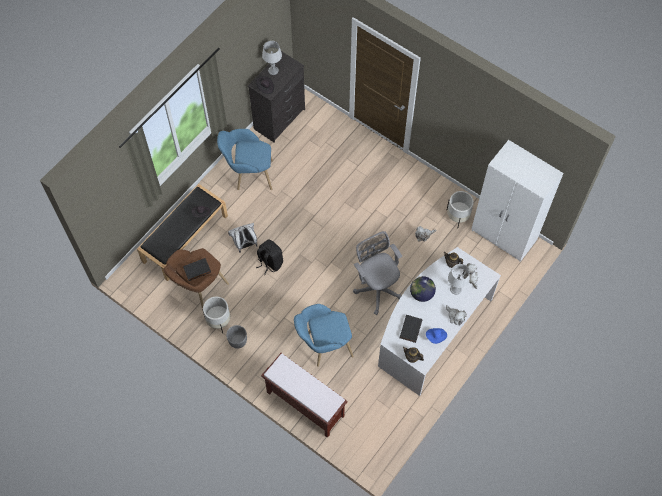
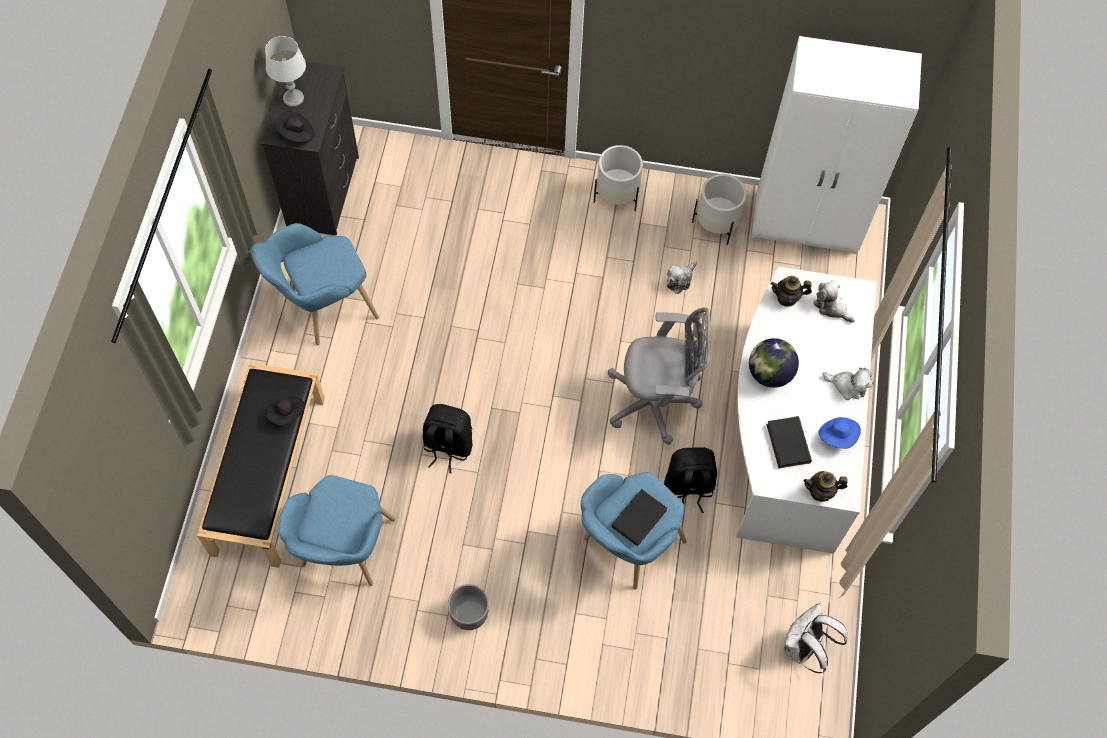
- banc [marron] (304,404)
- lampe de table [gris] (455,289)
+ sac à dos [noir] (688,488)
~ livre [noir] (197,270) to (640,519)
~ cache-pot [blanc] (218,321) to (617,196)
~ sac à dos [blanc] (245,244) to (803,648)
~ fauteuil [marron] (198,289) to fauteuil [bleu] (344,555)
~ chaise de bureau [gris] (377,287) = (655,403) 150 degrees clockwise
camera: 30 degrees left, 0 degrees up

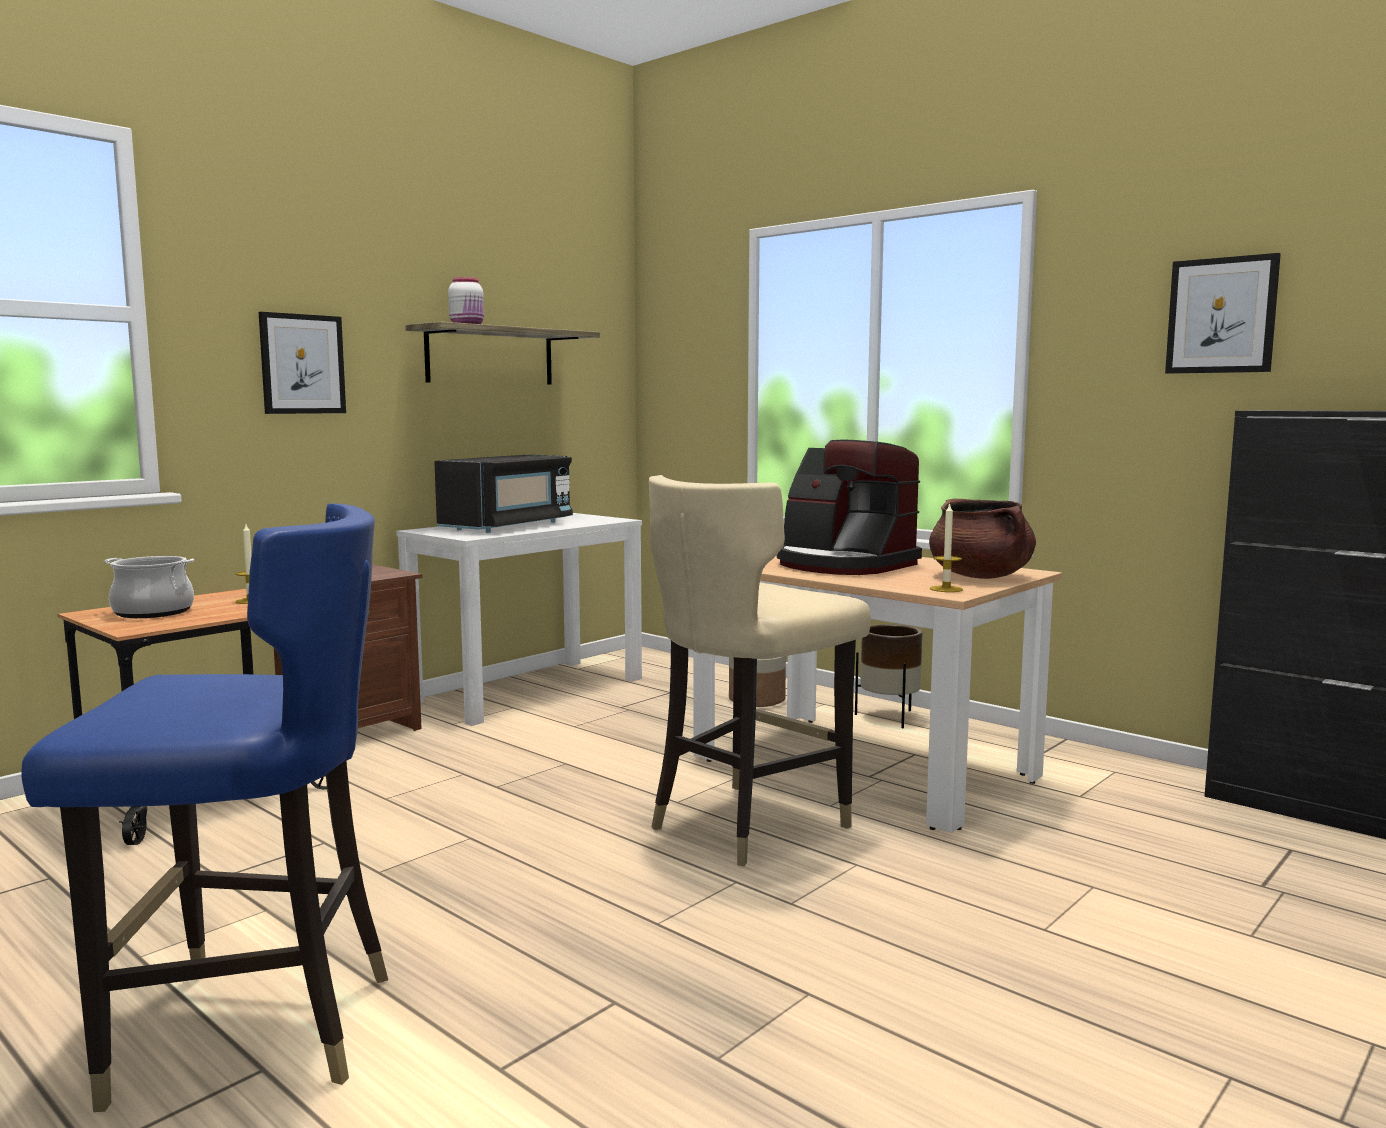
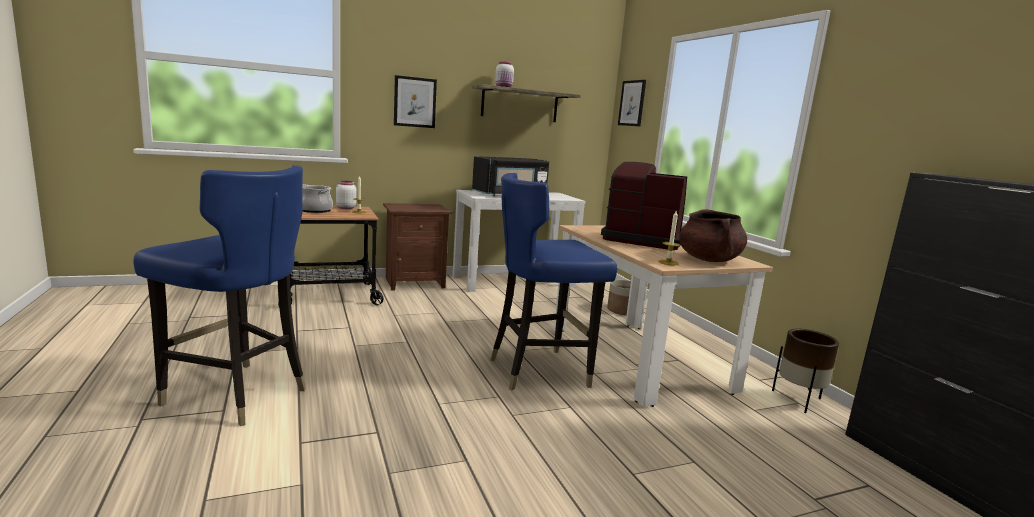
+ bocal [blanc] (345,208)
~ cache-pot [marron] (890,717) to (799,400)
~ tableau (1221,315) to (632,103)
~ chaise [beige] (748,823) to chaise [bleu] (539,370)
~ machine à café (843,564) = (642,240) 135 degrees clockwise
camera: 25 degrees right, 5 degrees up

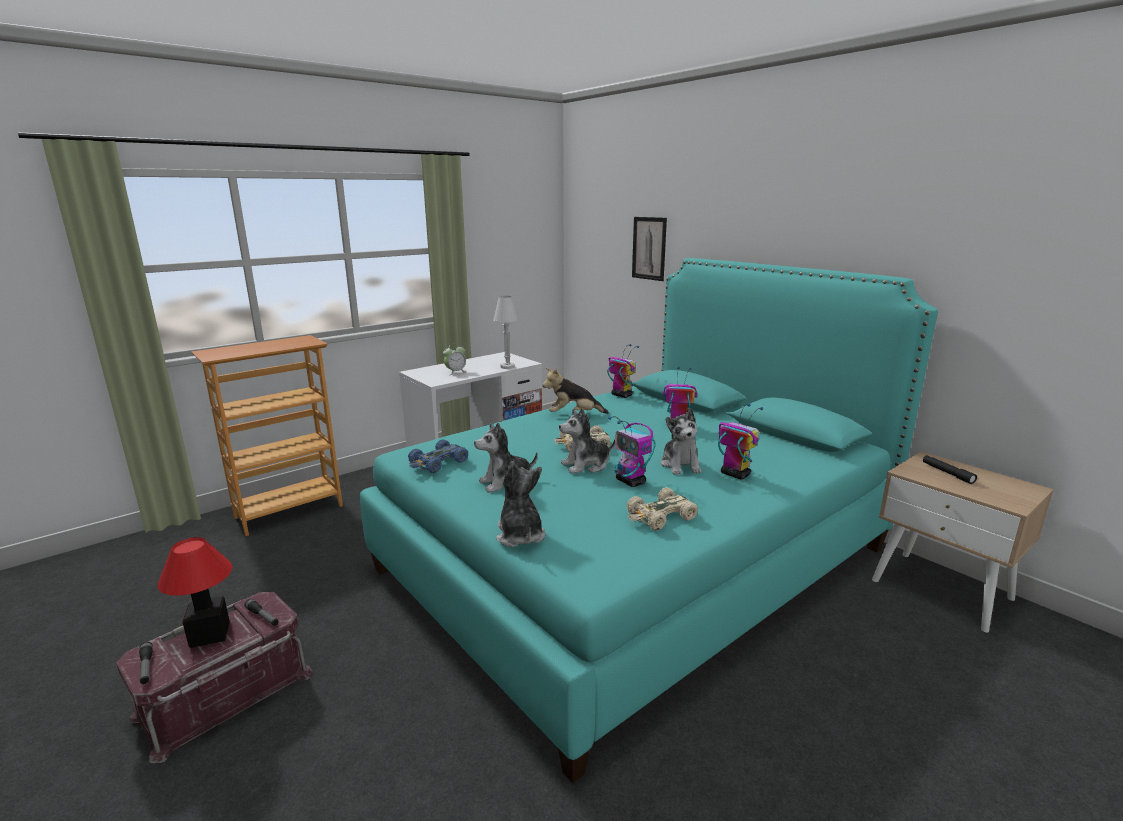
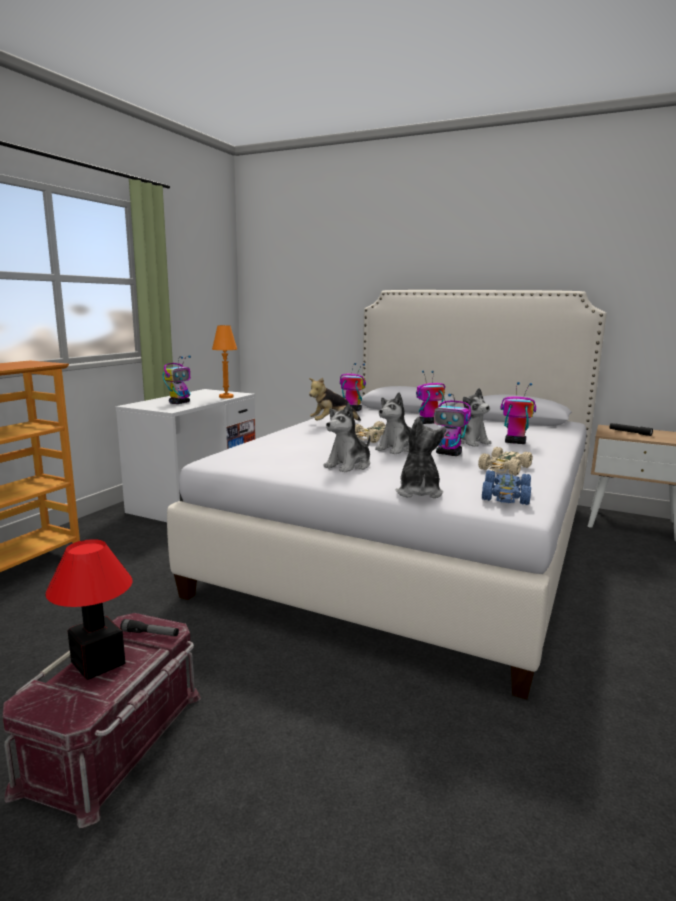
- lampe de poche (146,667)
- tableau (649,248)
~ petite voiture [bleu] (438,463) to (506,496)
~ réveil (455,372) to robot jouet (179,403)
~ lit [turquoise] (636,558) to lit [blanc] (414,543)
~ lampe de table [blanc] (507,367) to lampe de table [orange] (226,397)
~ peluche (520,535) = (418,492) 45 degrees clockwise
camera: 25 degrees left, 5 degrees down

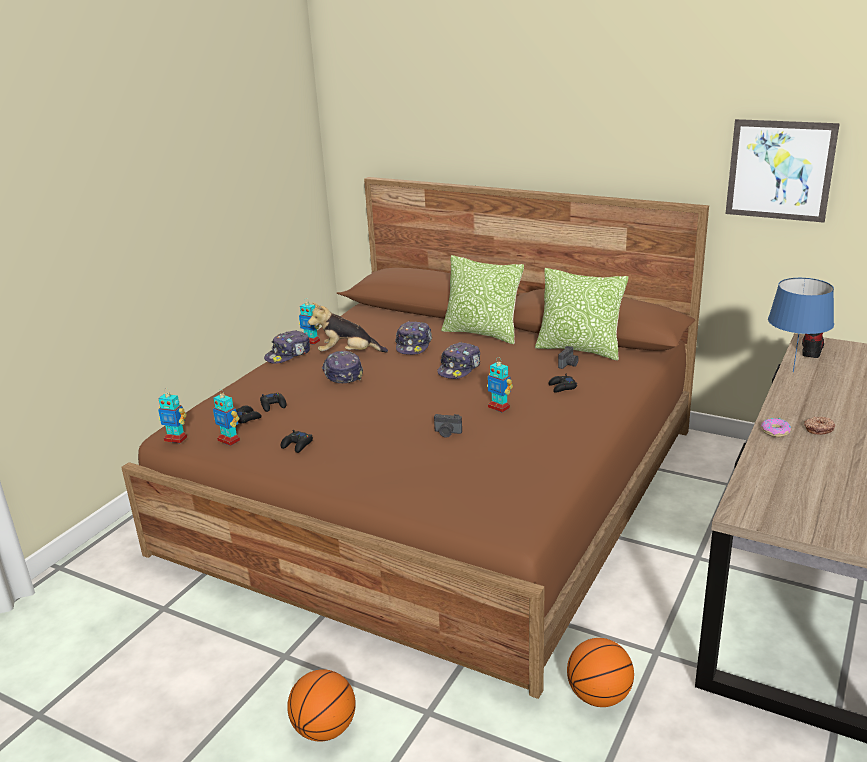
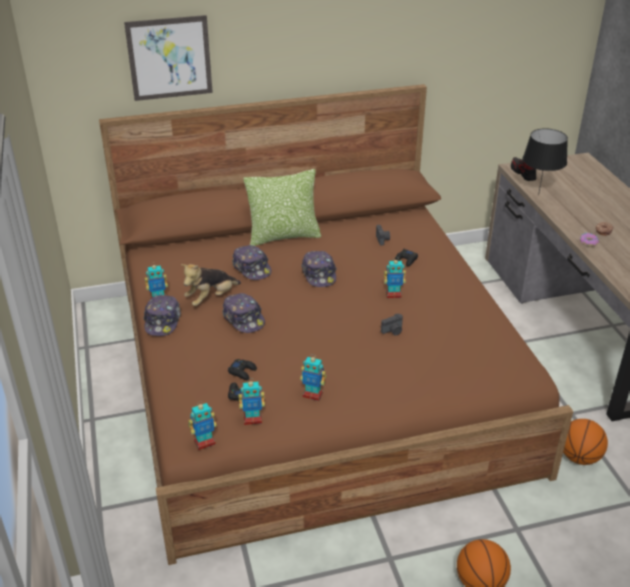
- coussin (579,349)
~ tableau (780,170) to (169,58)
~ manette [noir] (297,445) to robot jouet (312,395)
~ lampe de table [bleu] (792,372) to lampe de table [noir] (538,195)
~ casquette (342,374) = (244,319) 150 degrees counterclockwise
camera: 45 degrees left, 10 degrees up

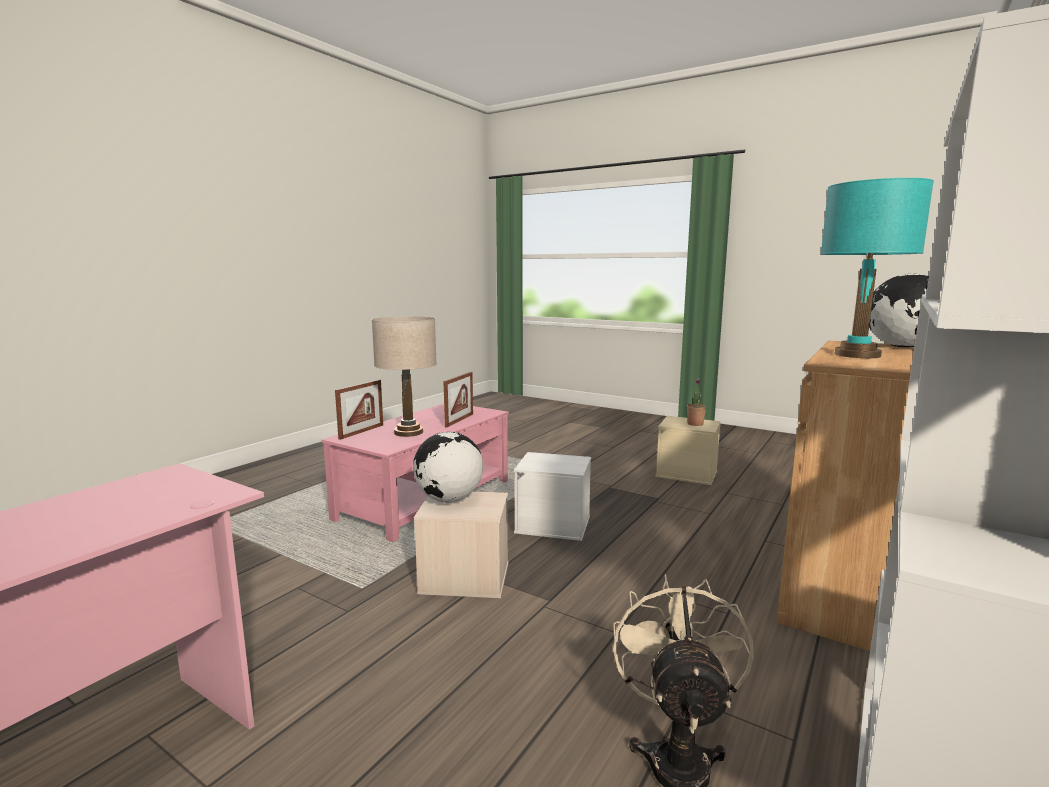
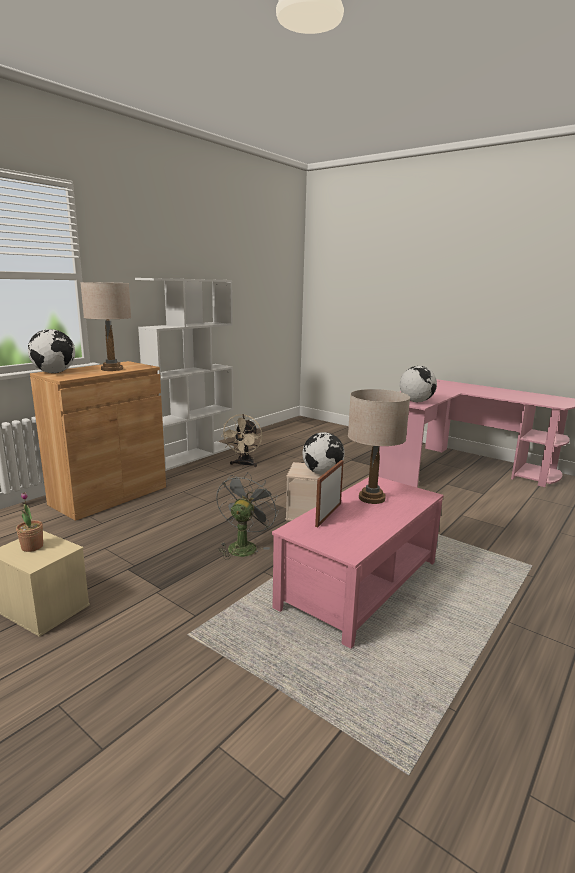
- cadre photo (361,432)
+ globe (416,401)
~ boîte de rangement [blanc] (554,524) to ventilateur [gris] (243,546)
~ lampe de table [turquoise] (857,355) to lampe de table [beige] (112,369)
camera: 175 degrees left, 5 degrees up

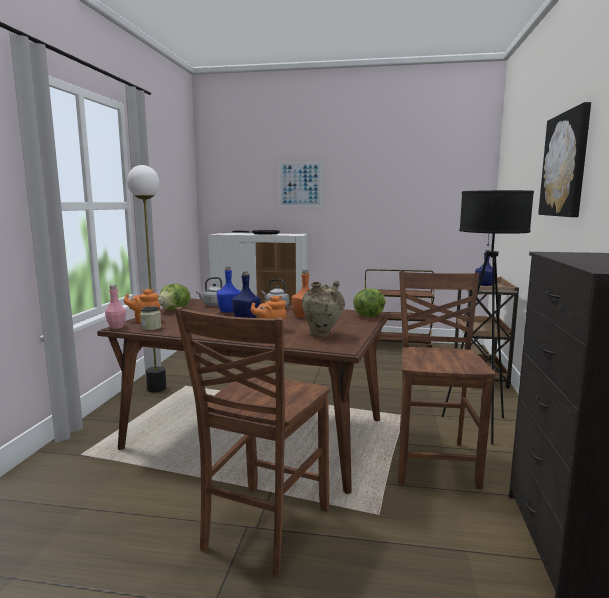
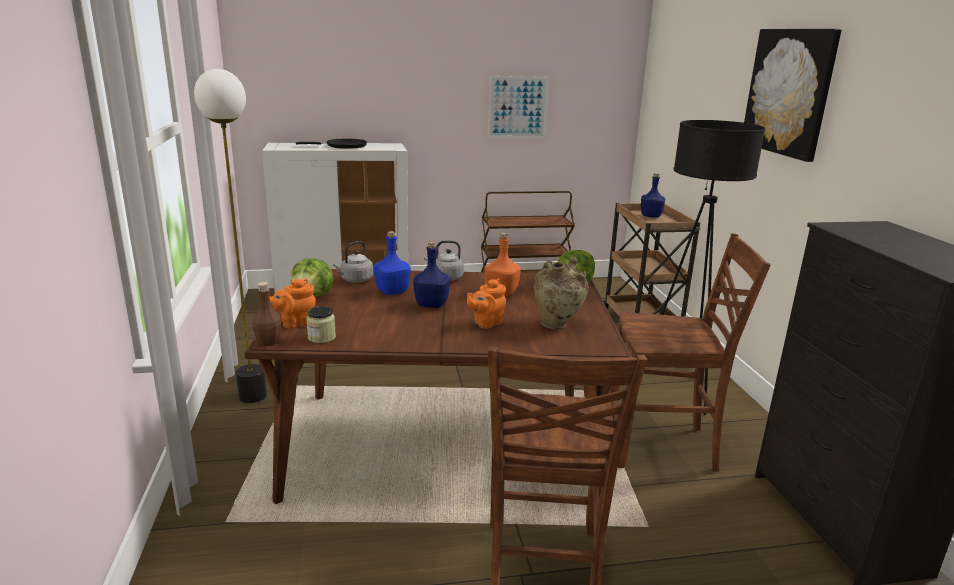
~ tableau (300,184) to (517,107)
~ bouteille [rose] (116,327) to bouteille [marron] (268,342)
~ chaise [marron] (435,461) = (662,446) 105 degrees clockwise
camera: 20 degrees left, 10 degrees up

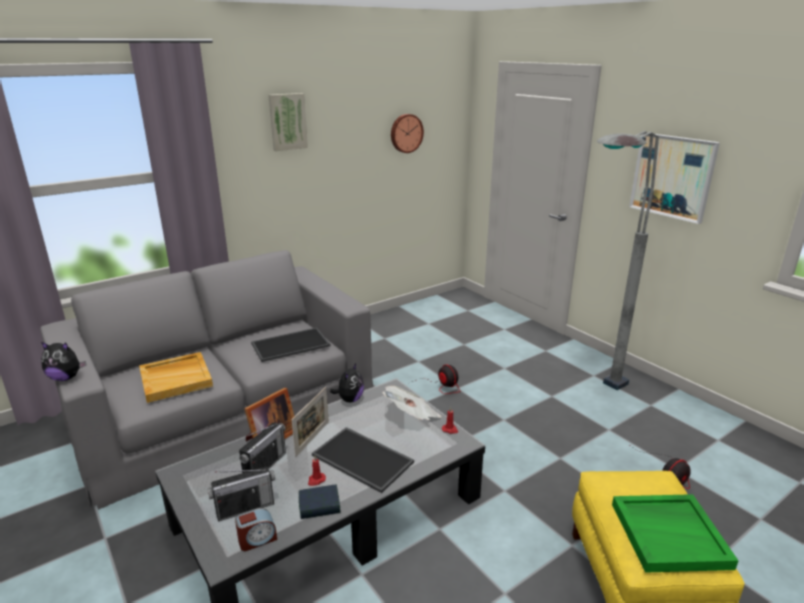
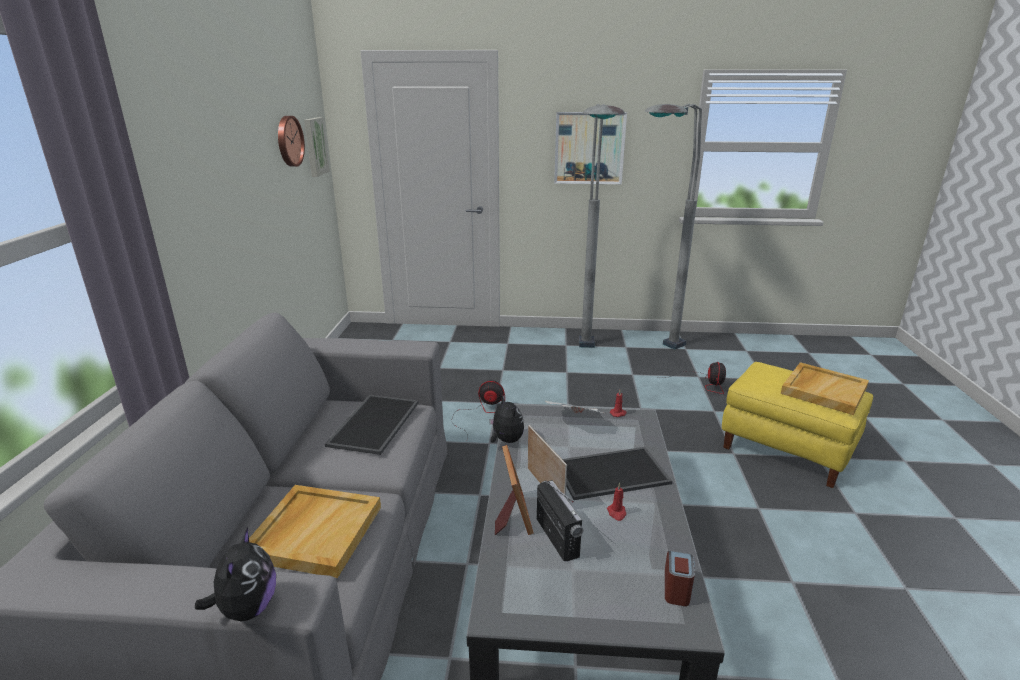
- radio (245,508)
- livre (319,506)
+ lampadaire [gris] (650,353)
~ tableau (287,121) to (315,146)
~ plateau [vert] (670,534) to plateau [beige] (823,390)
~ peluche (66,378) = (247,608) 45 degrees counterclockwise
camera: 50 degrees left, 0 degrees up

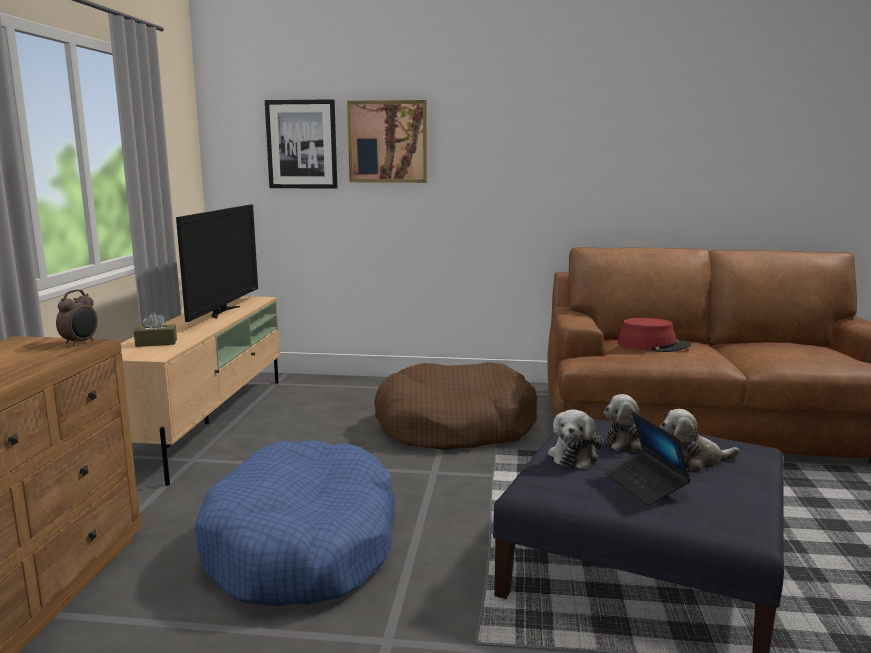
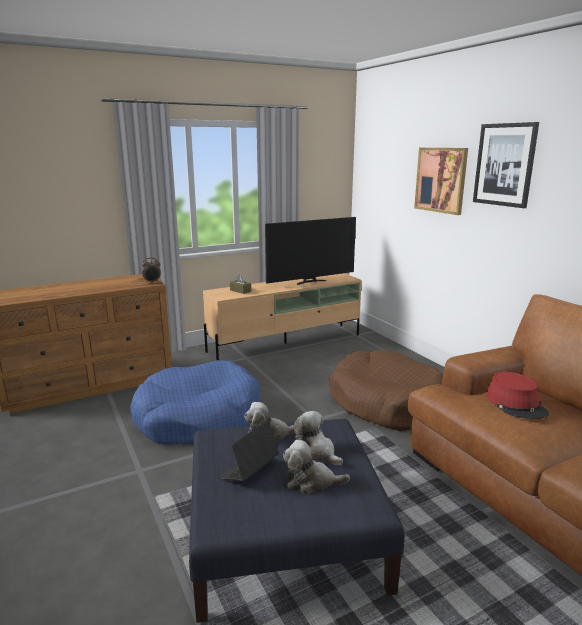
~ tableau (302,144) to (504,165)
~ peluche (692,461) = (311,481) 45 degrees counterclockwise
camera: 55 degrees right, 5 degrees up

